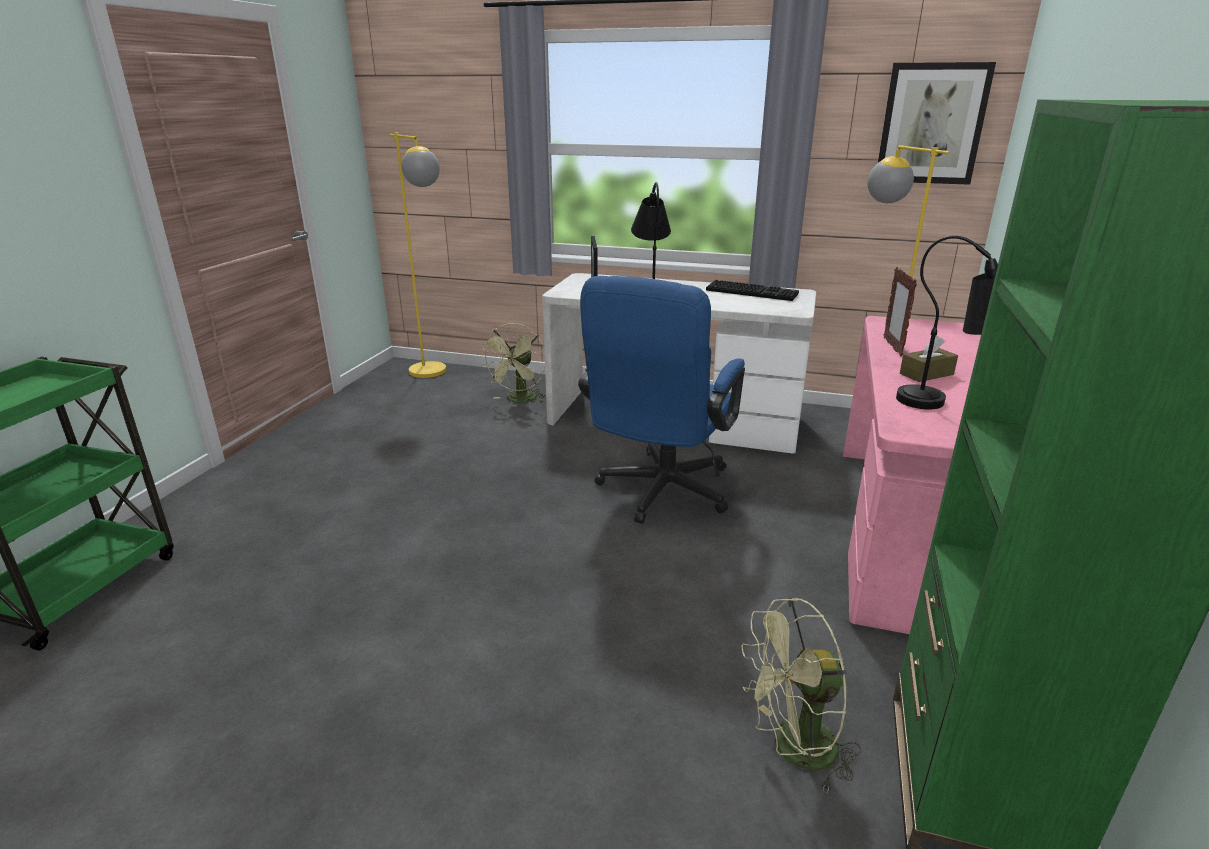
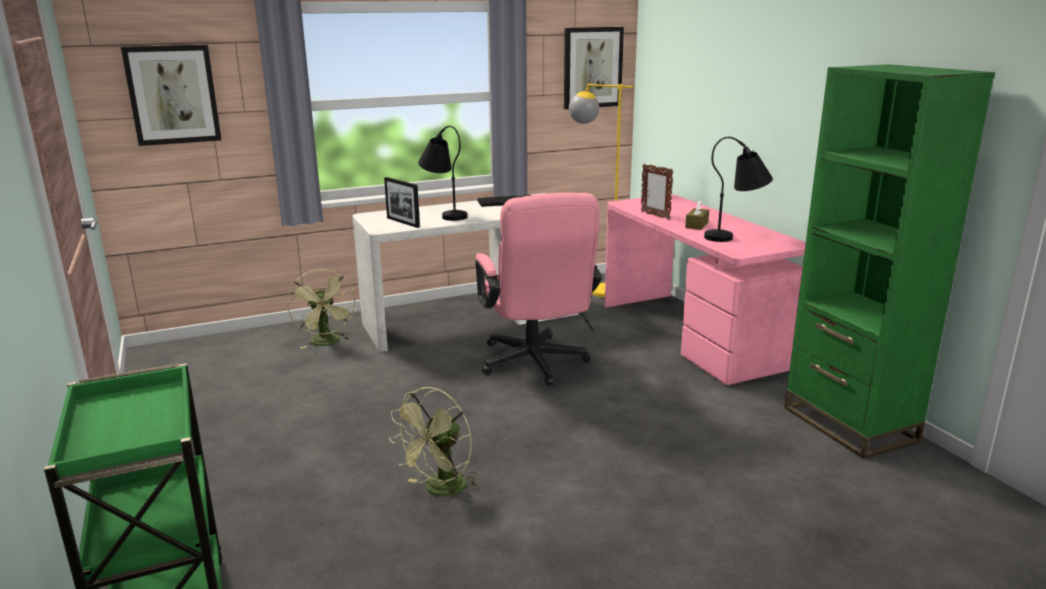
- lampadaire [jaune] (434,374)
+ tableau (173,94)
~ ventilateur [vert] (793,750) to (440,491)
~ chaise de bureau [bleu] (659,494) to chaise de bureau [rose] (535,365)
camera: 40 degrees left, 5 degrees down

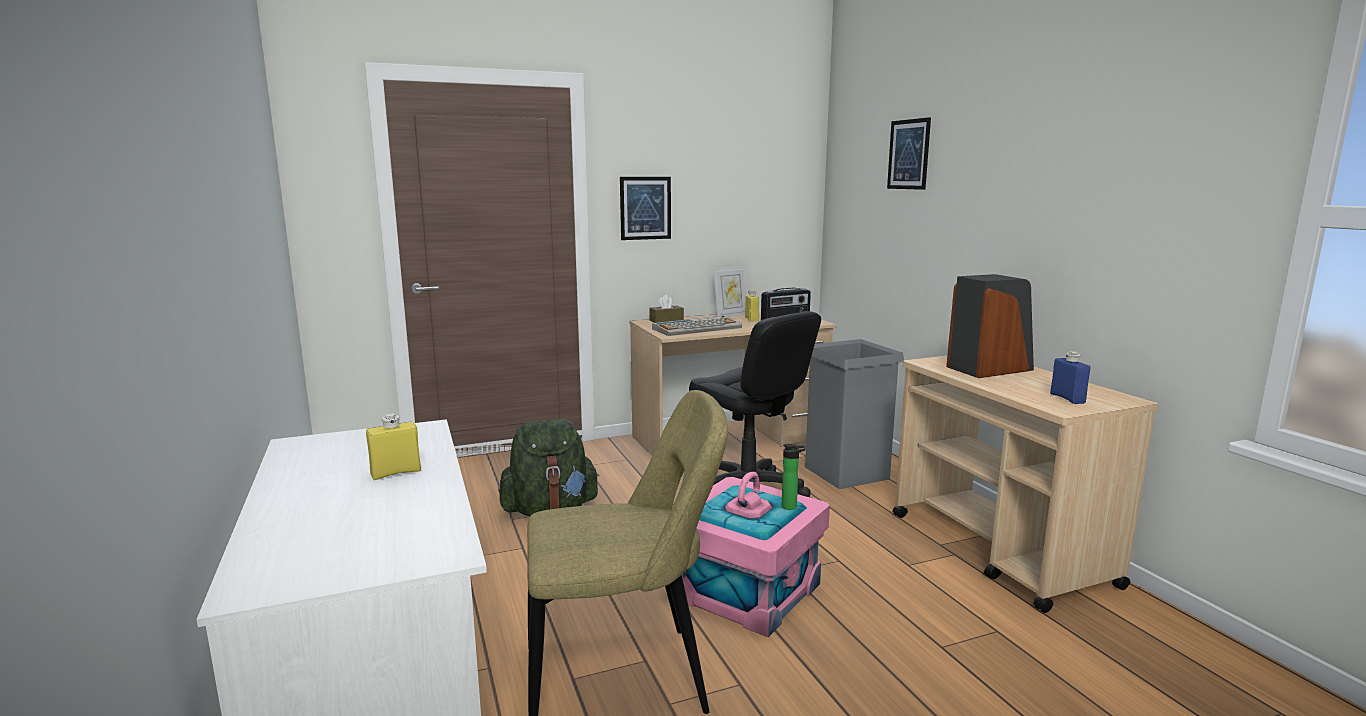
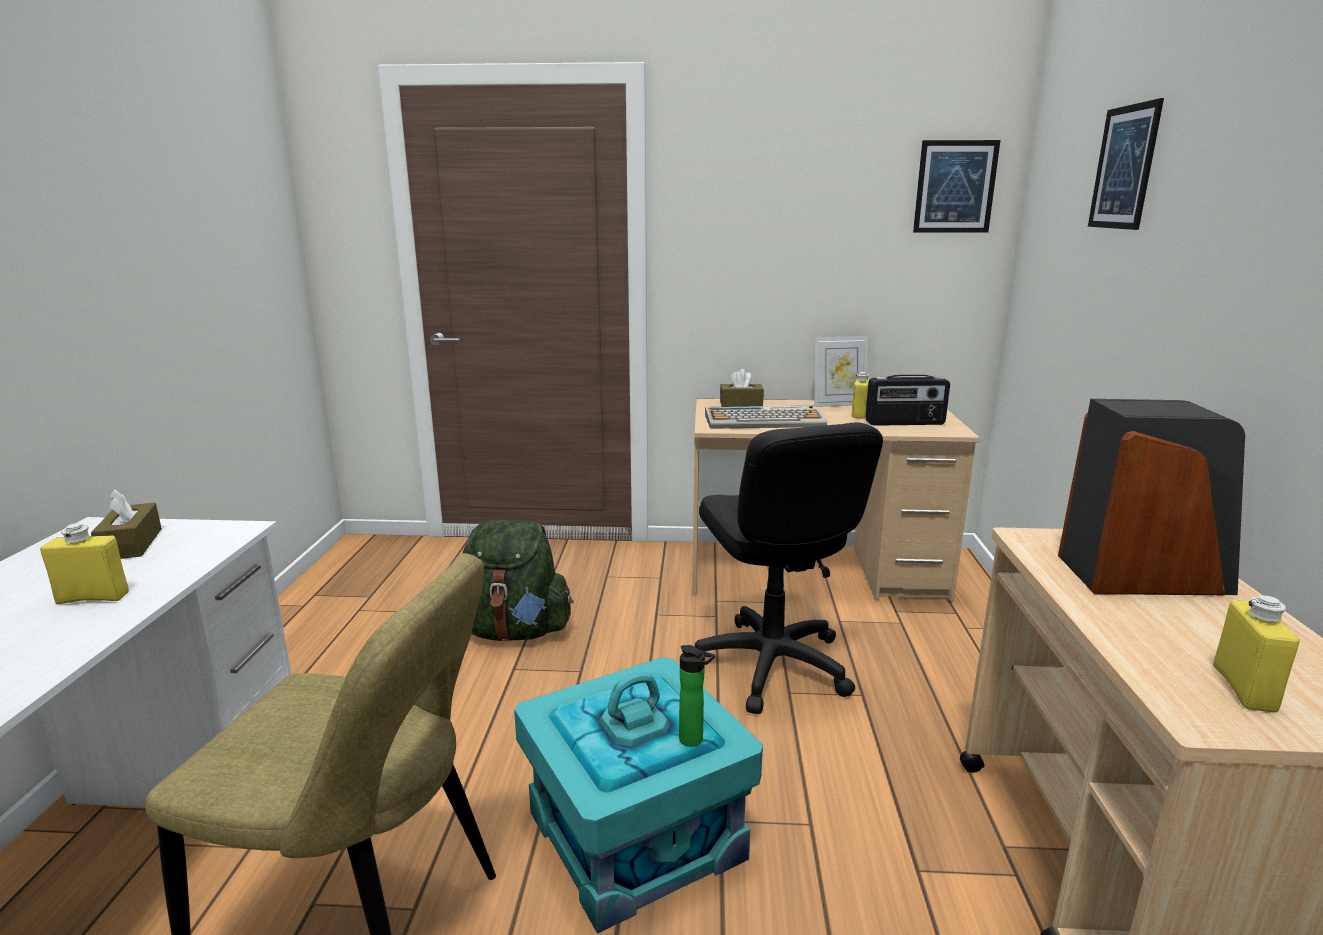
- poubelle [gris] (846,472)
+ boîte à mouchoirs [marron] (131,544)
~ tableau (645,208) to (955,187)
~ boîte de rangement [rose] (745,590) to boîte de rangement [turquoise] (635,834)
~ bouteille [bleu] (1067,398) to bouteille [jaune] (1243,688)
camera: 25 degrees right, 5 degrees up

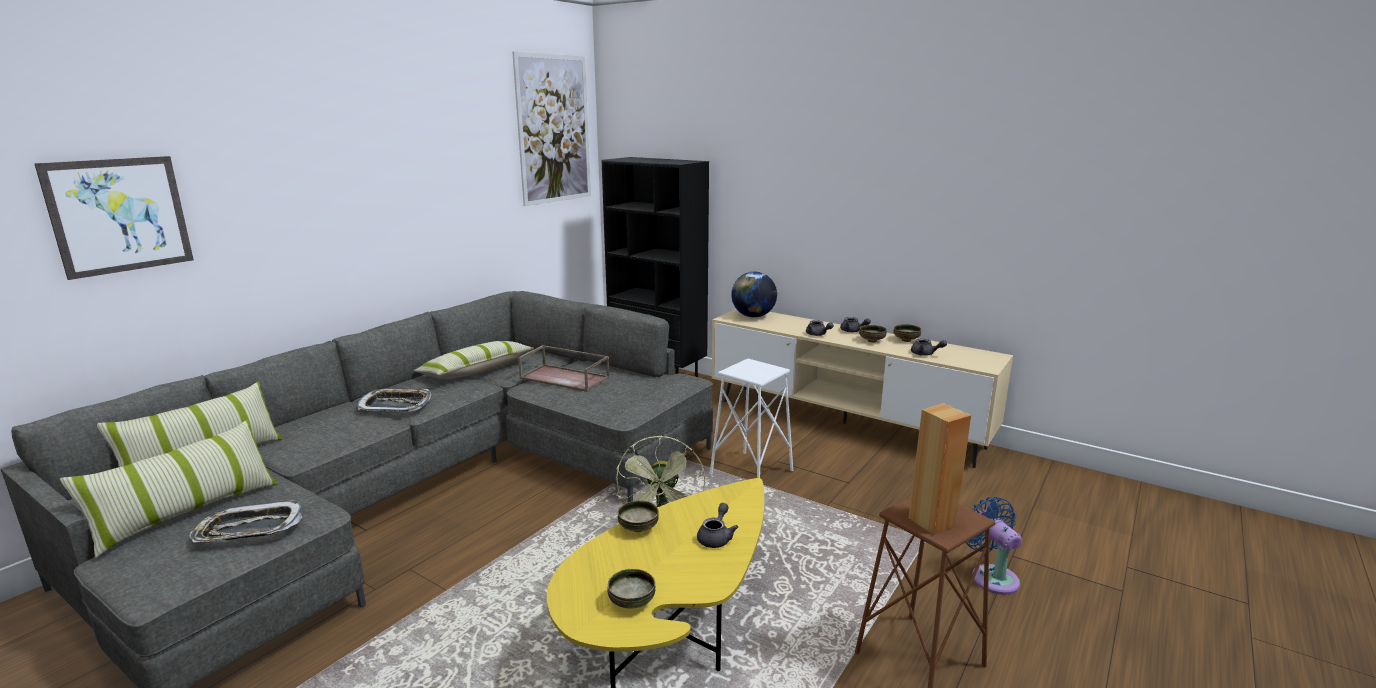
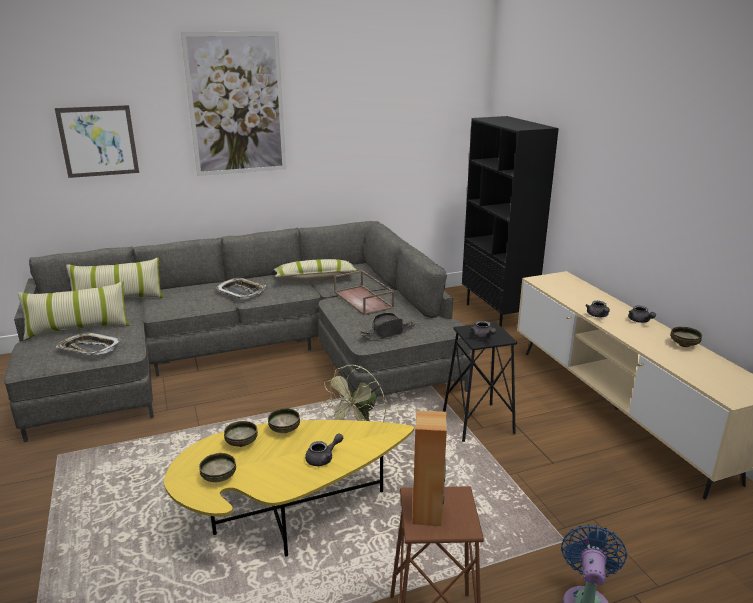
- globe (753,316)
+ chapeau [noir] (388,333)
~ tableau (554,129) to (236,104)
~ bol (872,341) to (241,443)
~ théière [gris] (925,354) to (483,337)
~ tabouret [blanc] (751,472) to tabouret [noir] (478,422)
camera: 35 degrees right, 5 degrees up

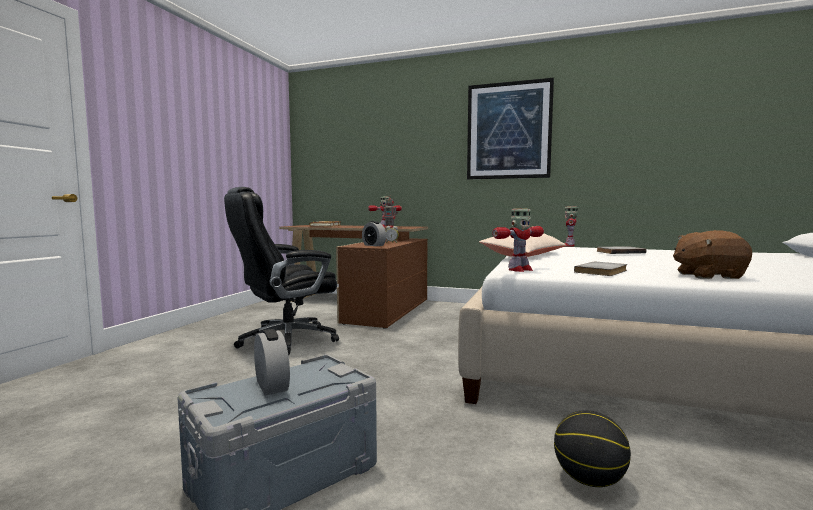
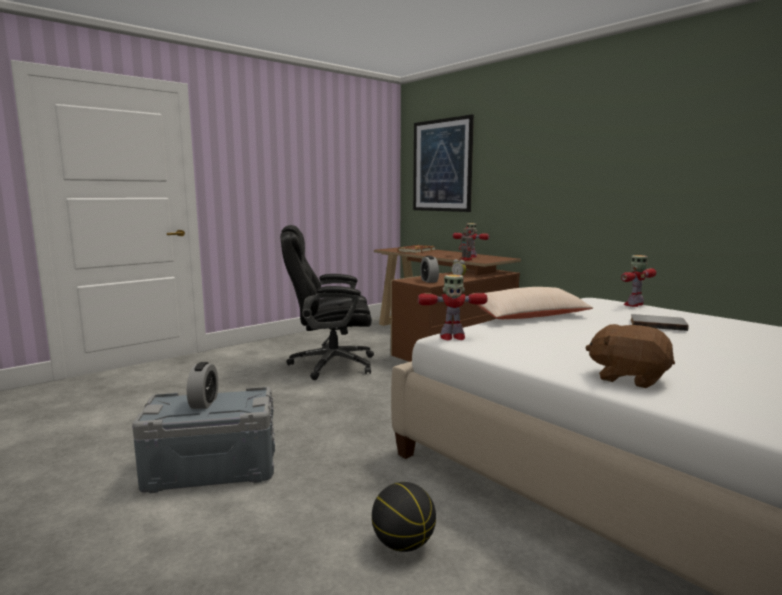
- livre [gris] (603,271)
~ tableau (508,131) to (442,165)
camera: 30 degrees right, 5 degrees up

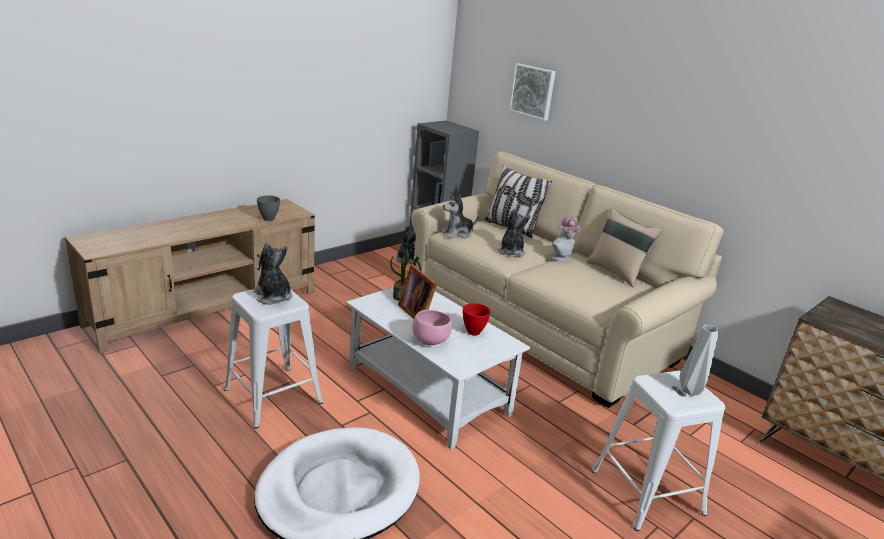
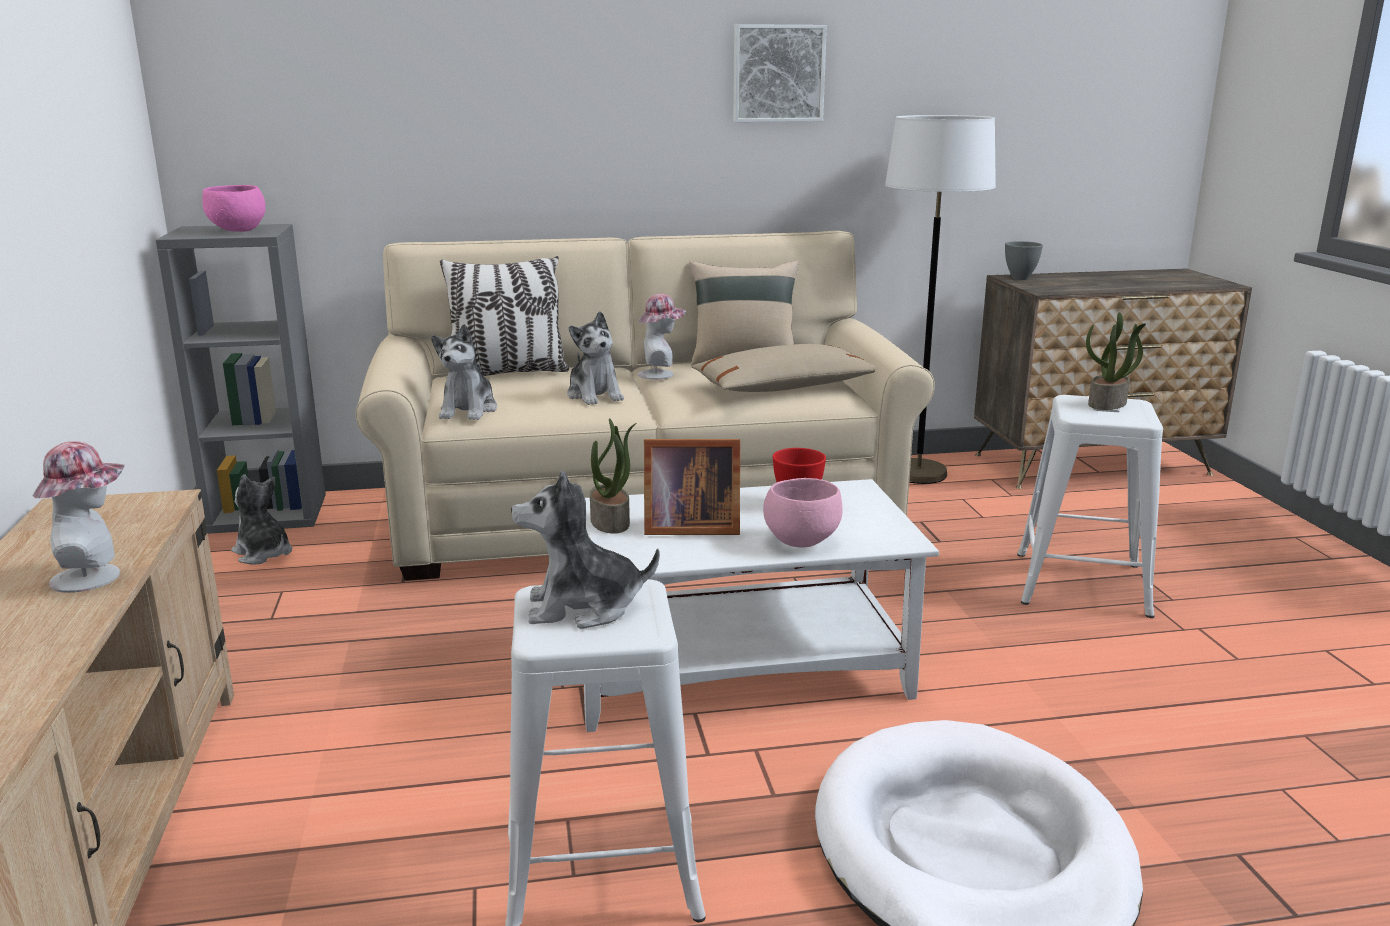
+ chapeau (95,576)
+ bol [rose] (239,230)
+ coussin [beige] (784,388)
+ lampadaire [blanc] (918,474)
~ bol [gris] (268,219) to (1019,278)
~ tableau (533,91) to (778,73)
~ vase [gris] (690,390) to plante en pot (1107,404)
~ peluche (510,251) = (595,395) 150 degrees counterclockwise
camera: 55 degrees left, 5 degrees down

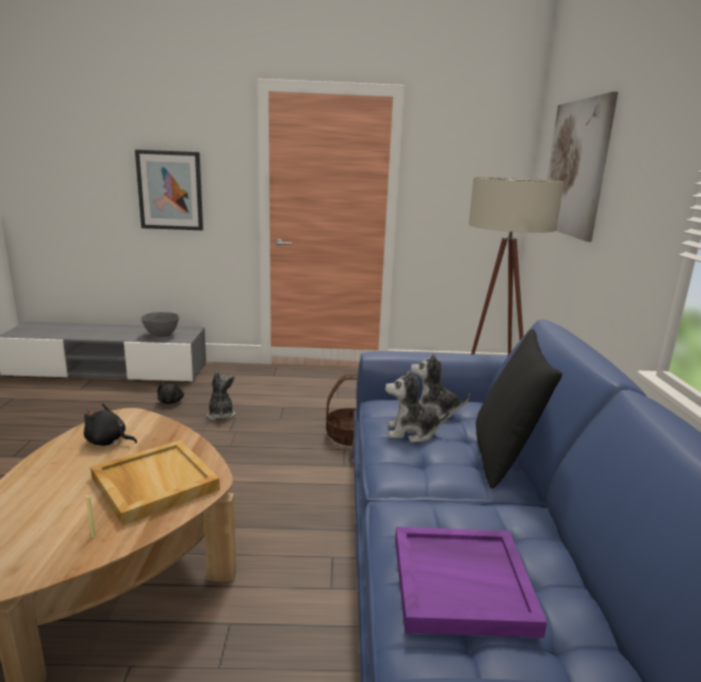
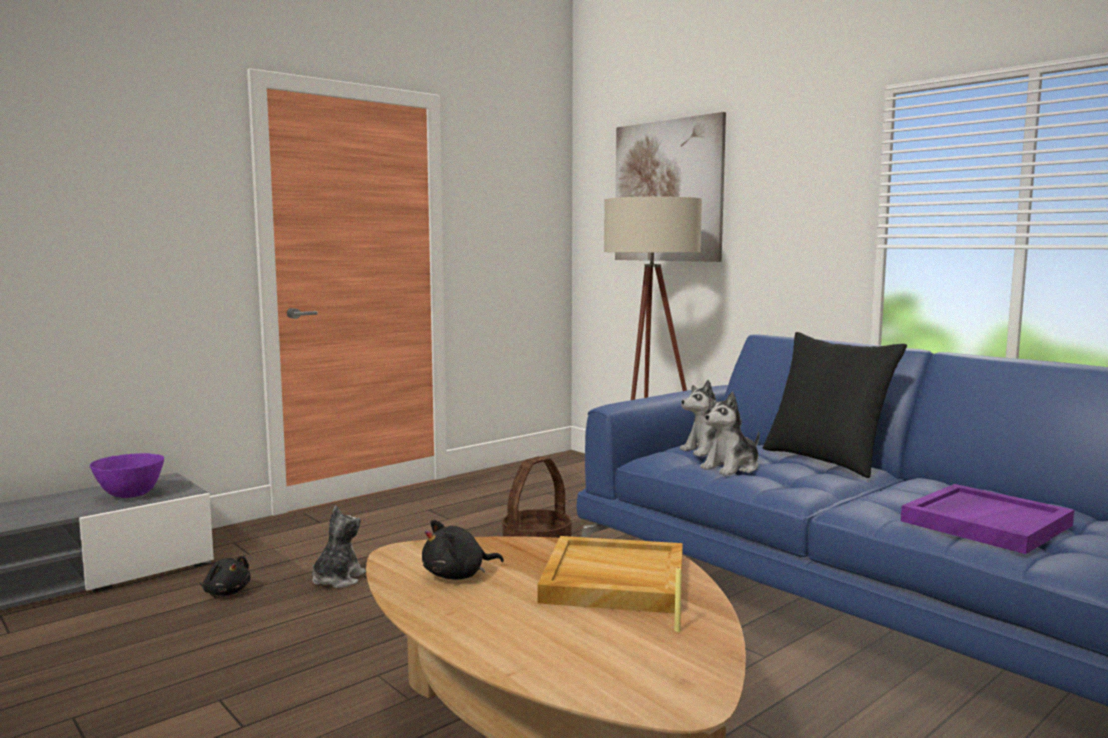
- tableau (170,190)
~ bol [gris] (162,335) to bol [violet] (131,495)
~ peluche (220,414) = (337,580) 75 degrees clockwise
camera: 40 degrees left, 10 degrees down

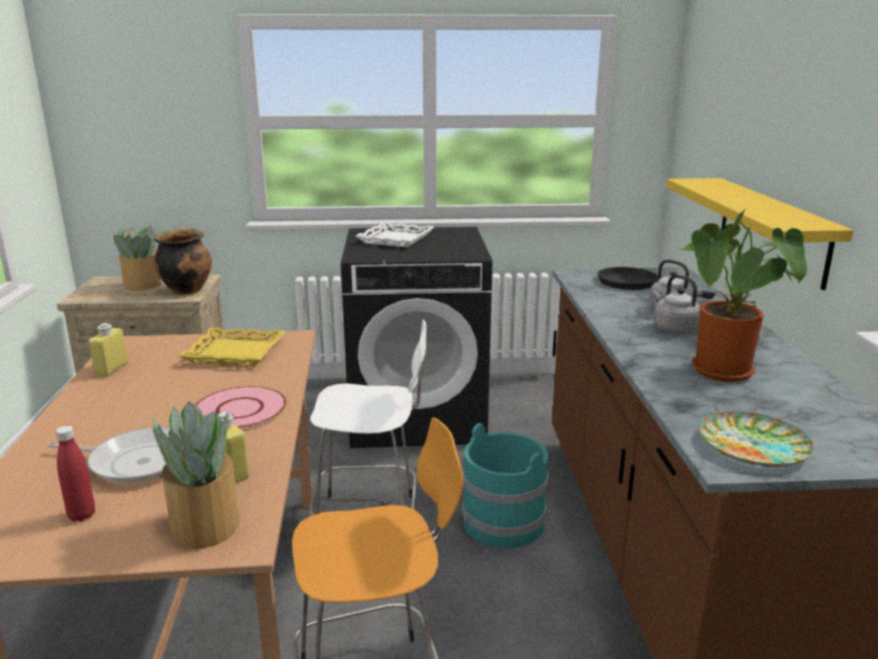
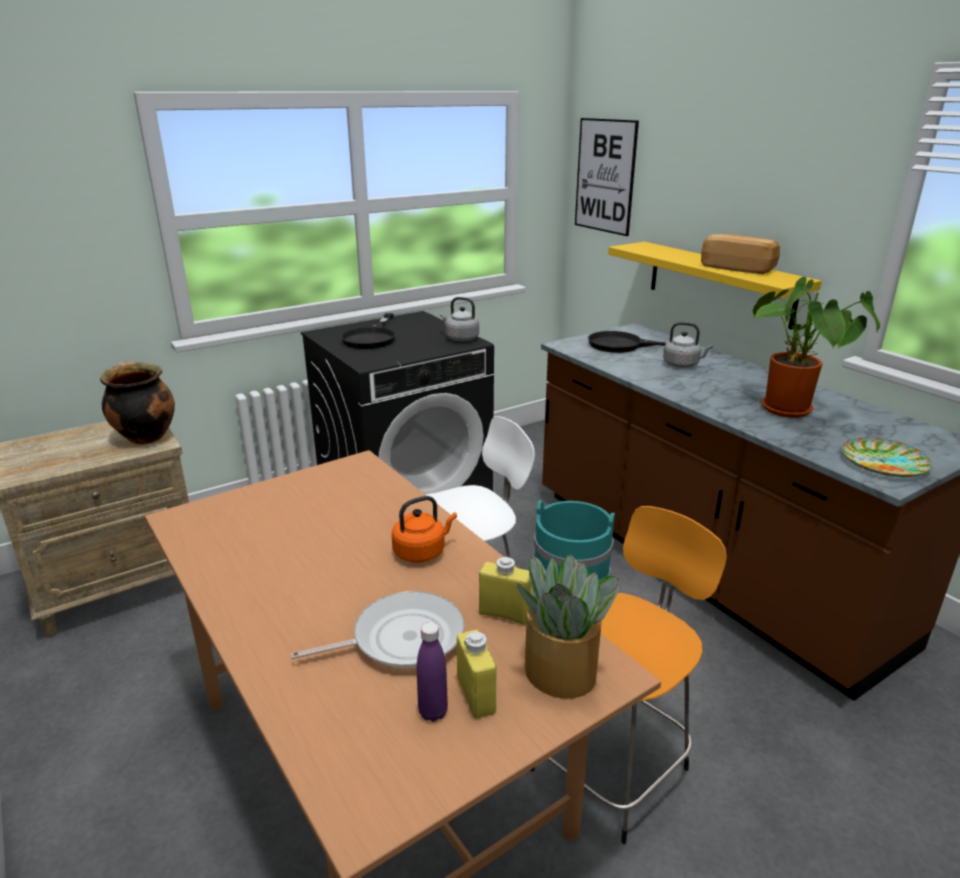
- plante en pot (142,285)
- plateau [jaune] (235,353)
+ tableau (605,176)
+ pain (738,268)
~ bouteille [jaune] (112,369) to (476,695)
~ bouilloire [gris] (673,328) to (460,338)
~ assiette [rose] (240,409) to bouilloire [orange] (422,552)
~ plateau [blanc] (396,239) to poêle [noir] (372,337)
~ bouteille [rouge] (82,515) to bouteille [violet] (433,712)
camera: 30 degrees left, 5 degrees up

